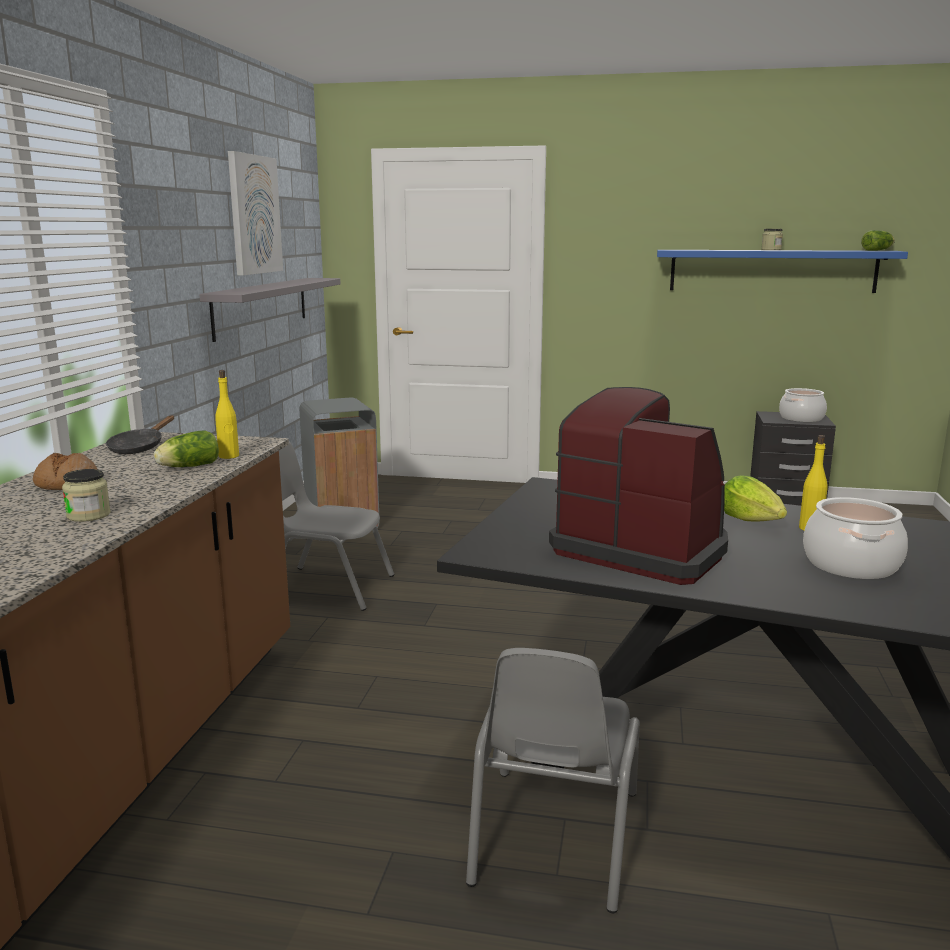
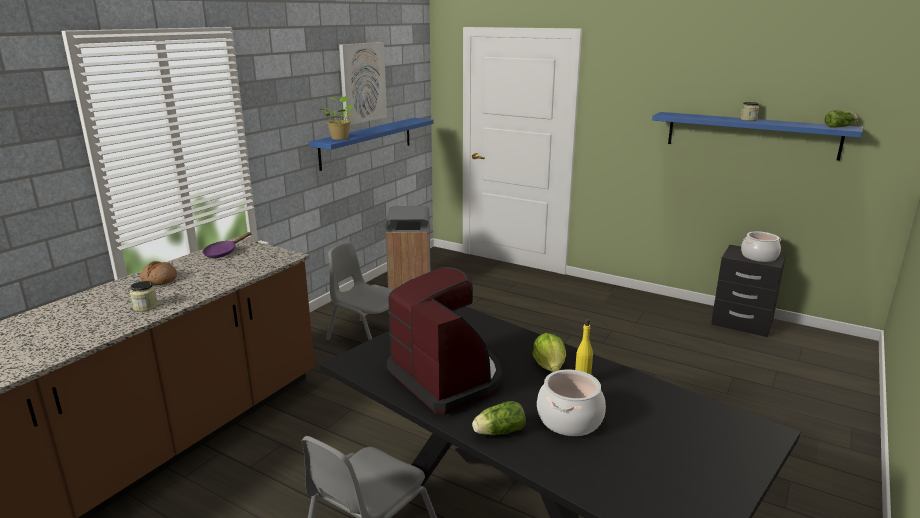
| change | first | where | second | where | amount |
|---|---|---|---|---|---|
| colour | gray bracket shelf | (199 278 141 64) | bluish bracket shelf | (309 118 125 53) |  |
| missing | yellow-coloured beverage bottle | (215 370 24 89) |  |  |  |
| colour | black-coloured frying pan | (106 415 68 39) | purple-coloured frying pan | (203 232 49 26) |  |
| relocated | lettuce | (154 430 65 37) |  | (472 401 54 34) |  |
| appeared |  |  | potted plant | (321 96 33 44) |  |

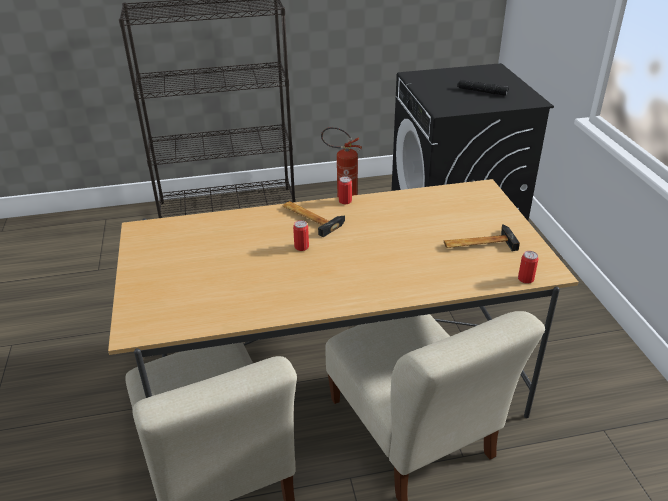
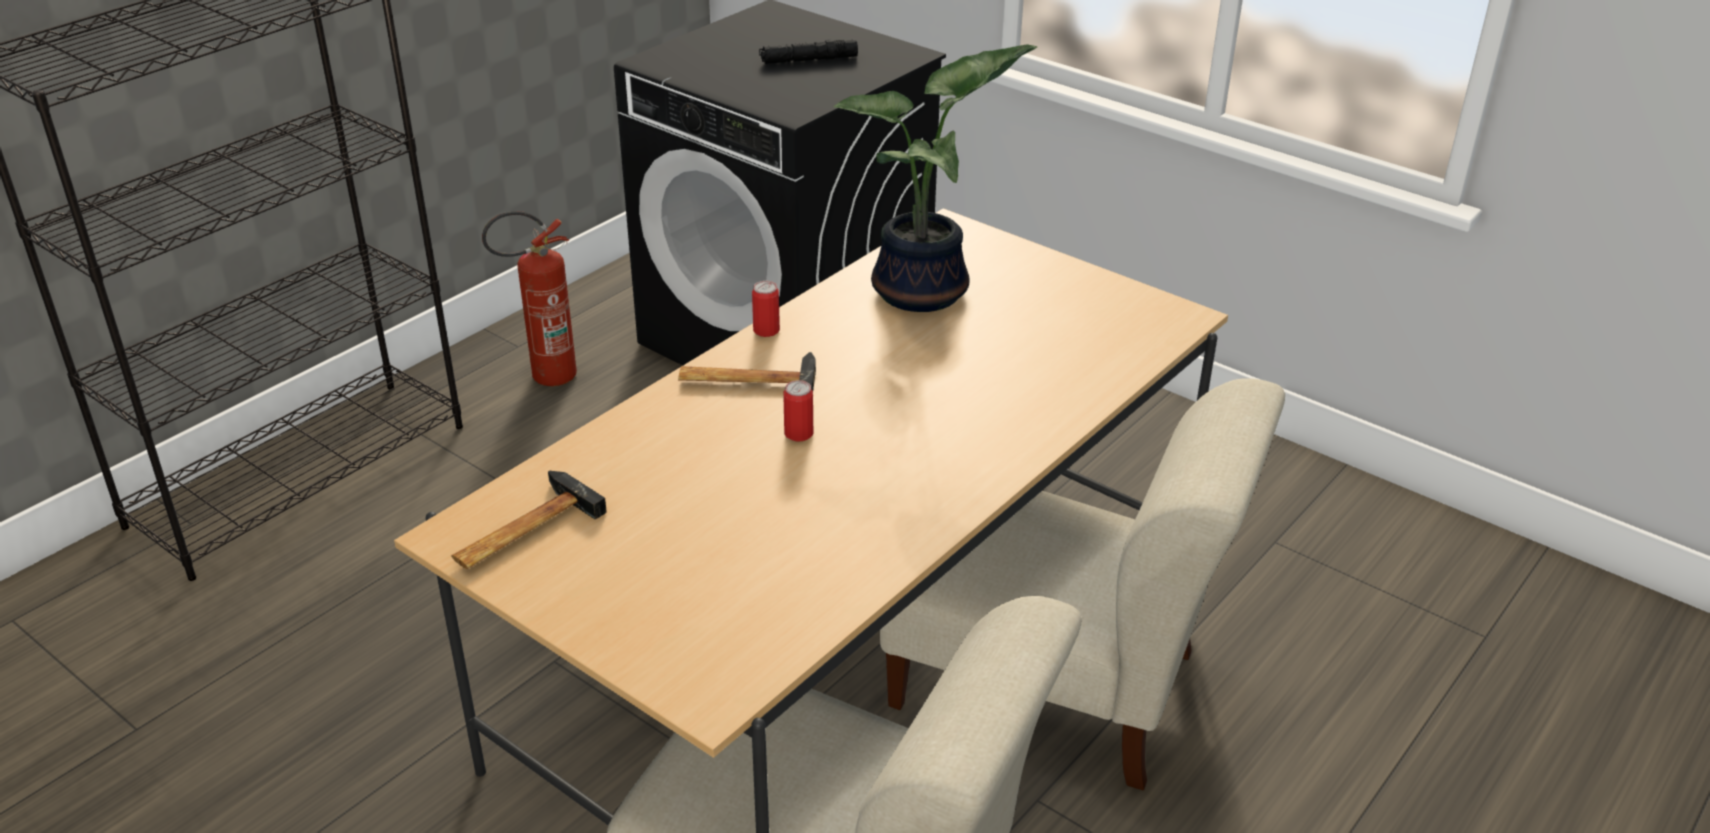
| change | first | where | second | where | amount |
|---|---|---|---|---|---|
| relocated | tool hammer | (444 225 76 26) |  | (451 471 156 98) |  |
| missing | metal can | (518 251 20 33) |  |  |  |
| appeared |  |  | potted plant | (834 44 203 268) |  |

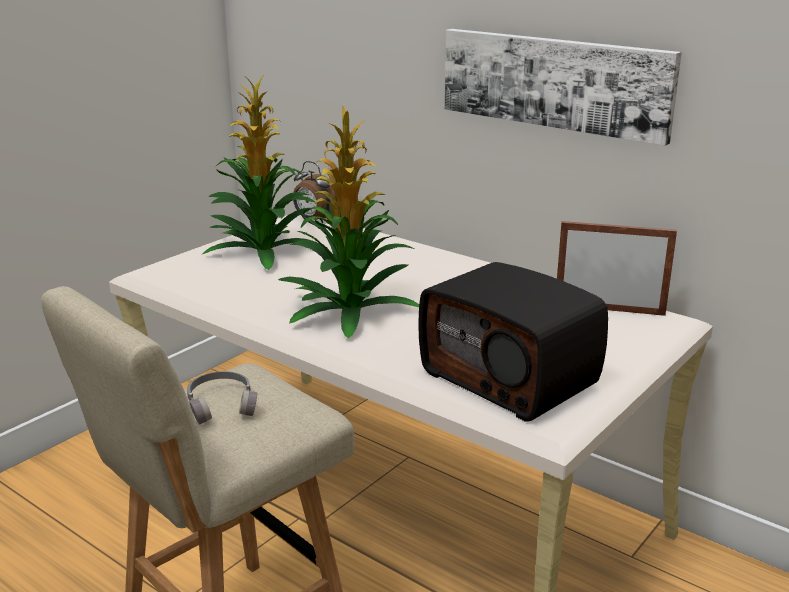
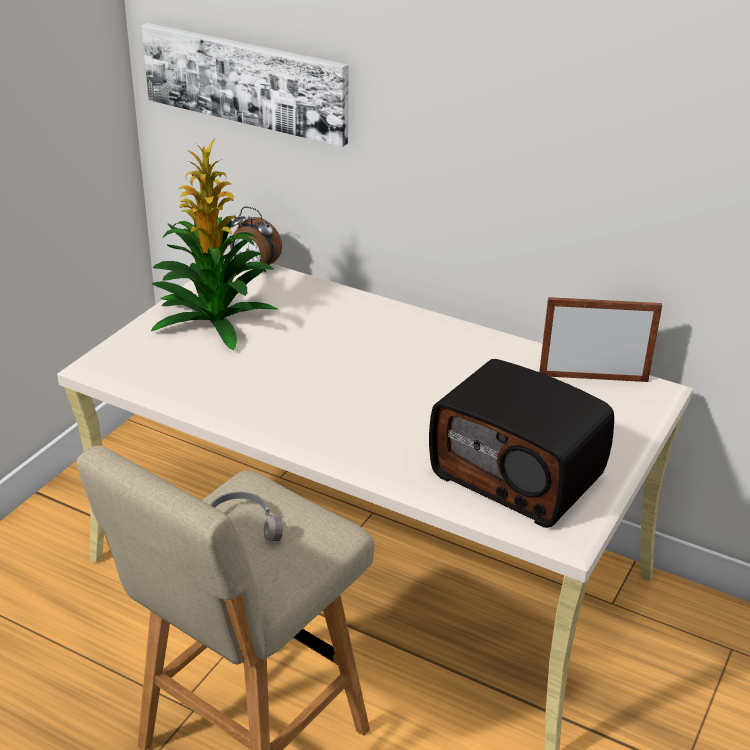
| change | first | where | second | where | amount |
|---|---|---|---|---|---|
| relocated | wall art | (444 29 238 117) |  | (141 23 208 124) |  |
| missing | potted plant | (278 106 141 233) |  |  |  |

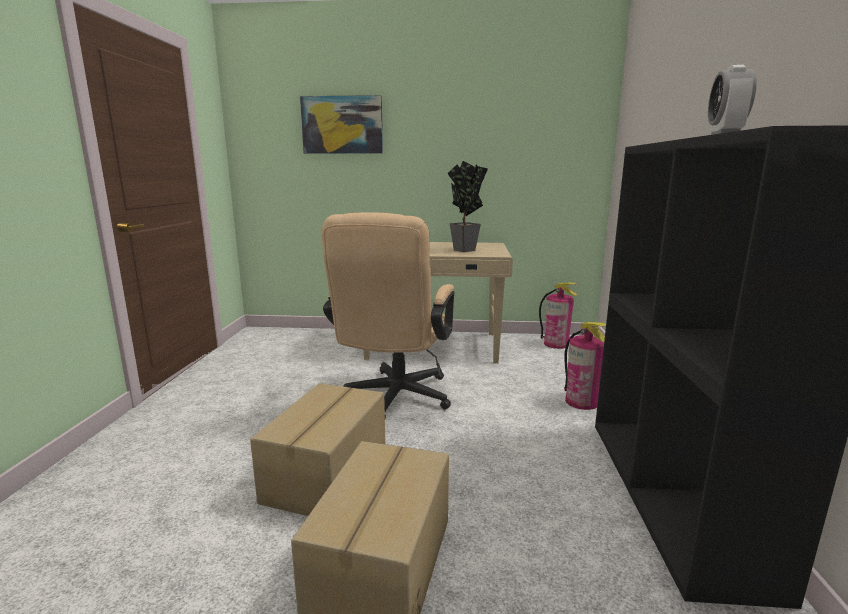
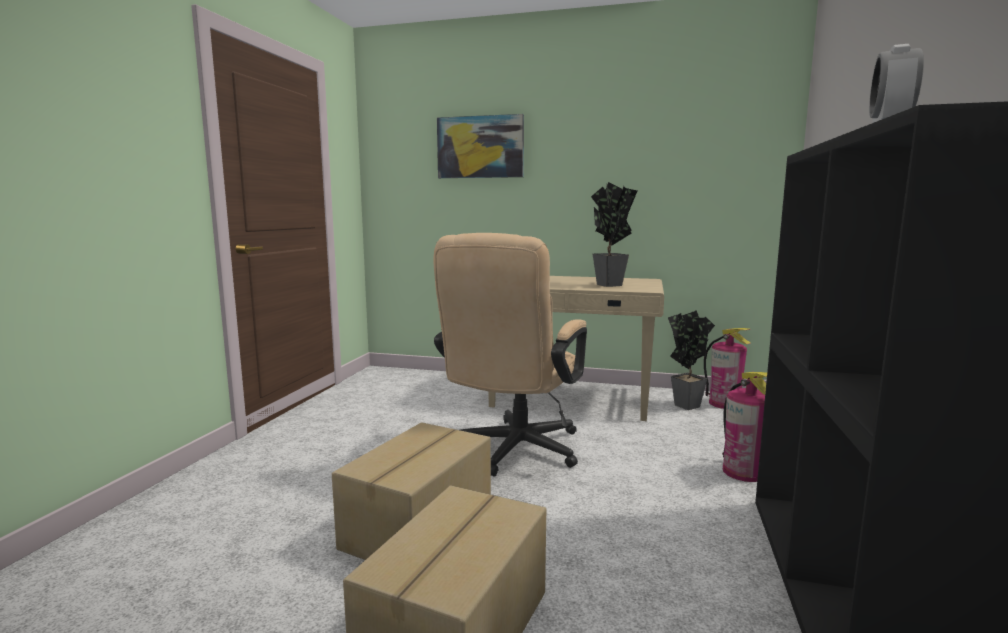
| change | first | where | second | where | amount |
|---|---|---|---|---|---|
| appeared |  |  | potted plant | (668 310 47 100) |  |

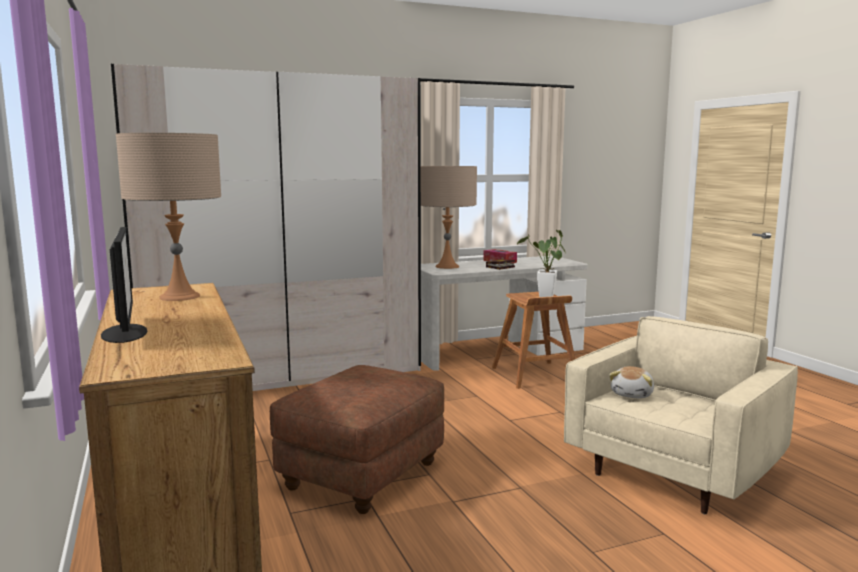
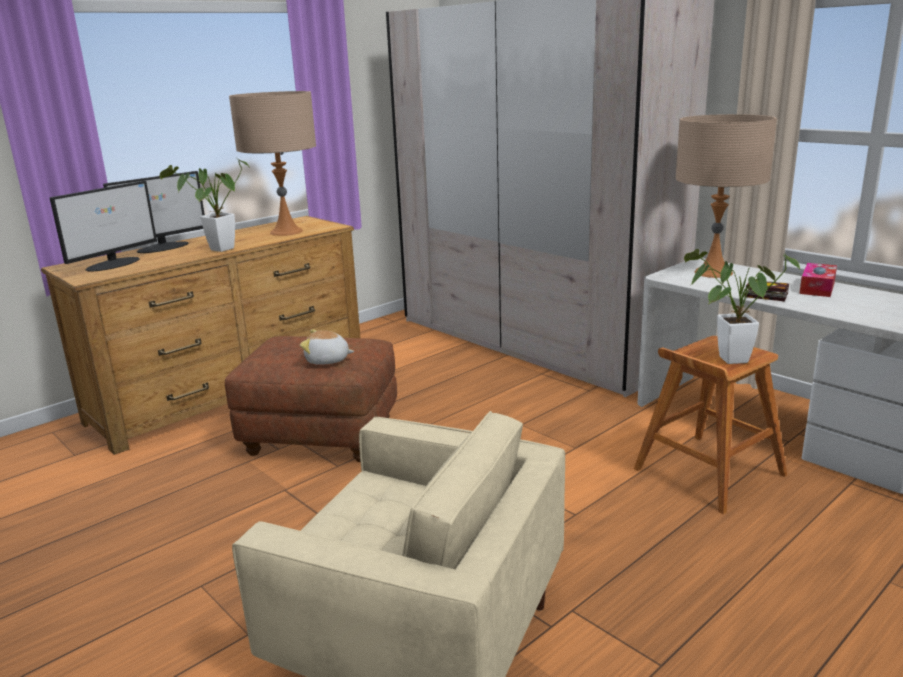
| change | first | where | second | where | amount |
|---|---|---|---|---|---|
| relocated | soft toy | (609 366 45 33) |  | (300 329 54 36) |  |
| appeared |  |  | potted plant | (160 158 90 94) |  |
| appeared |  |  | computer display | (50 181 107 91) |  |

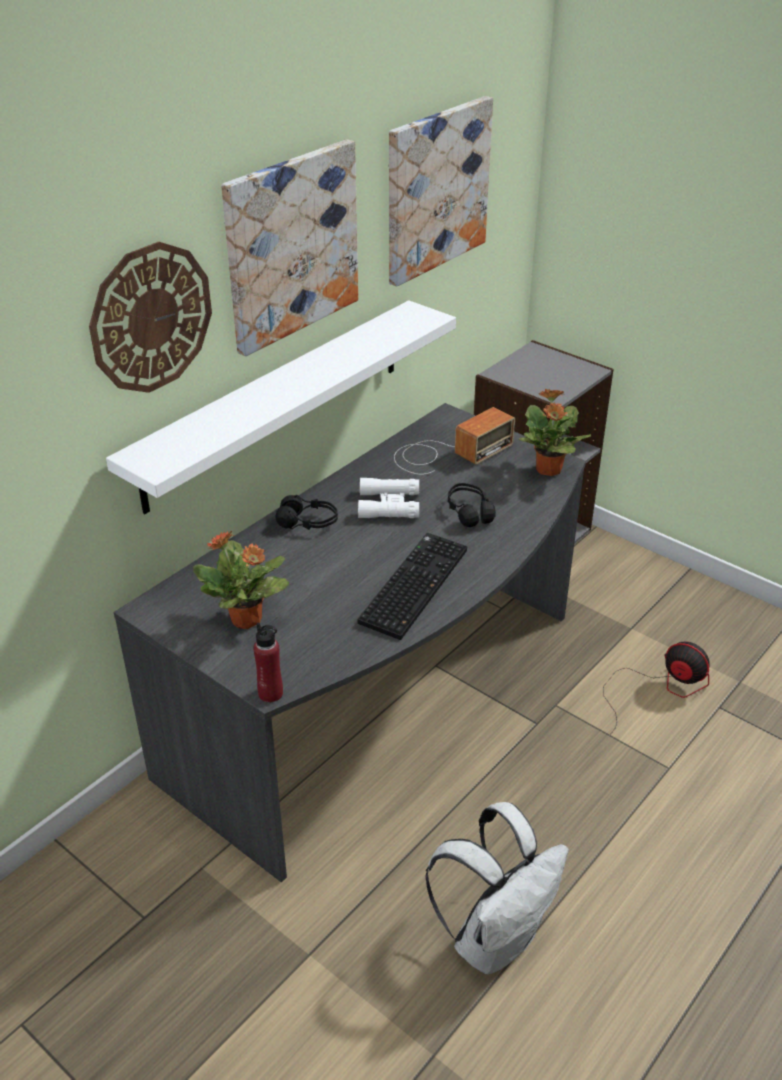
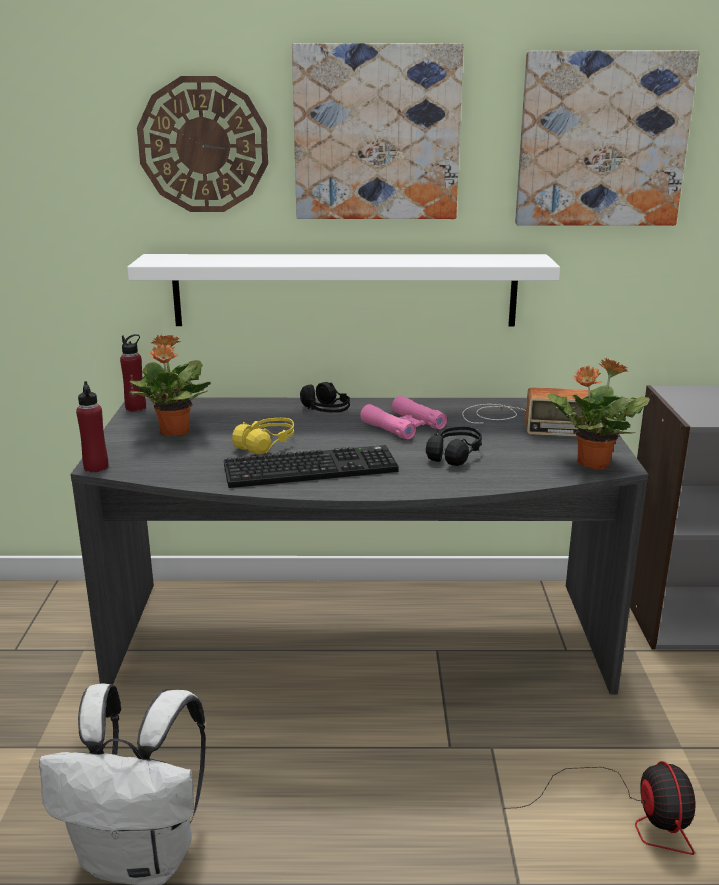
| change | first | where | second | where | amount |
|---|---|---|---|---|---|
| colour | whitish binoculars | (358 478 61 40) | pink-coloured binoculars | (360 396 87 43) |  |
| appeared |  |  | reddish beverage bottle | (120 334 26 77) |  |
| appeared |  |  | yellow-coloured headset | (232 418 62 37) |  |

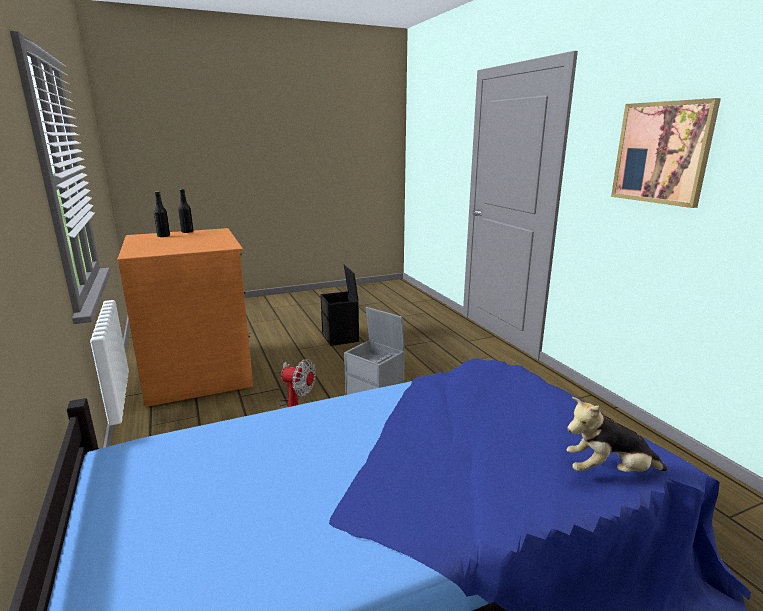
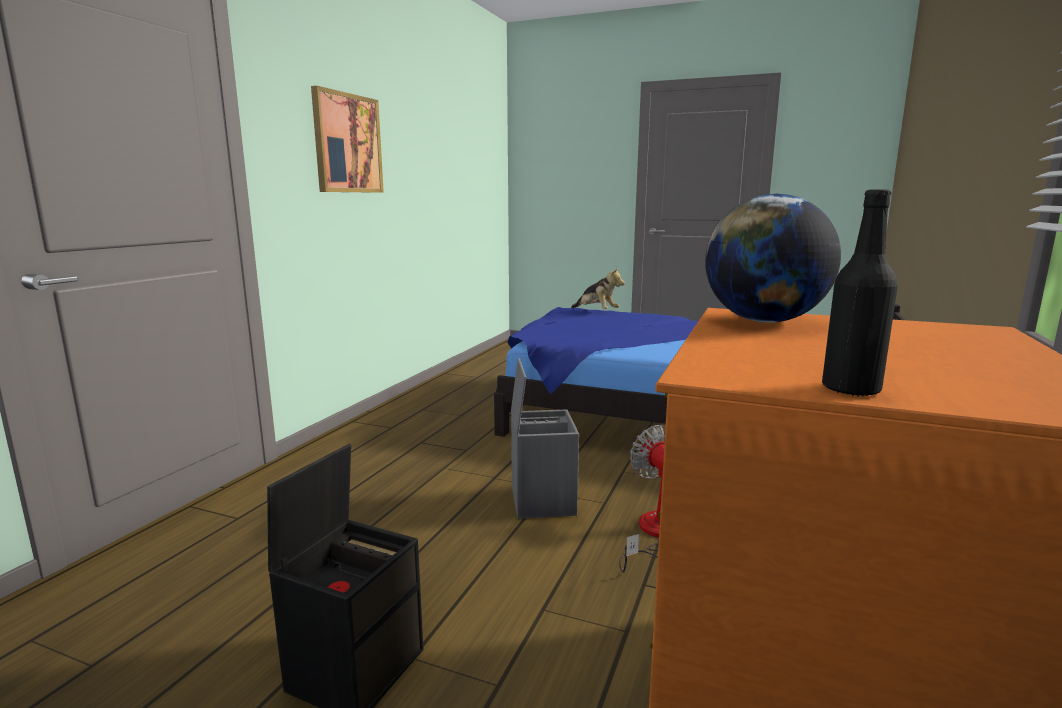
| change | first | where | second | where | amount |
|---|---|---|---|---|---|
| missing | black-coloured beverage bottle | (154 192 16 45) |  |  |  |
| appeared |  |  | globe | (705 194 136 129) |  |

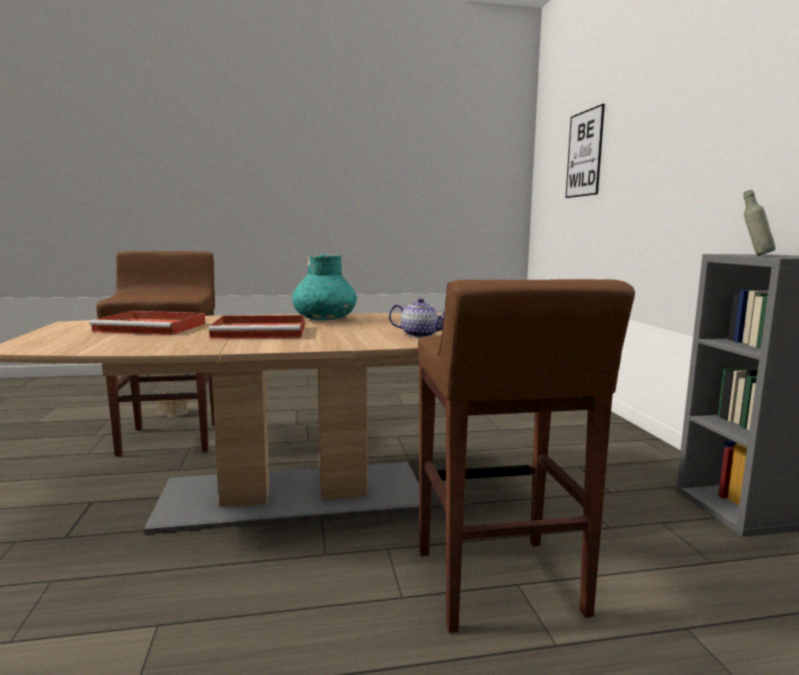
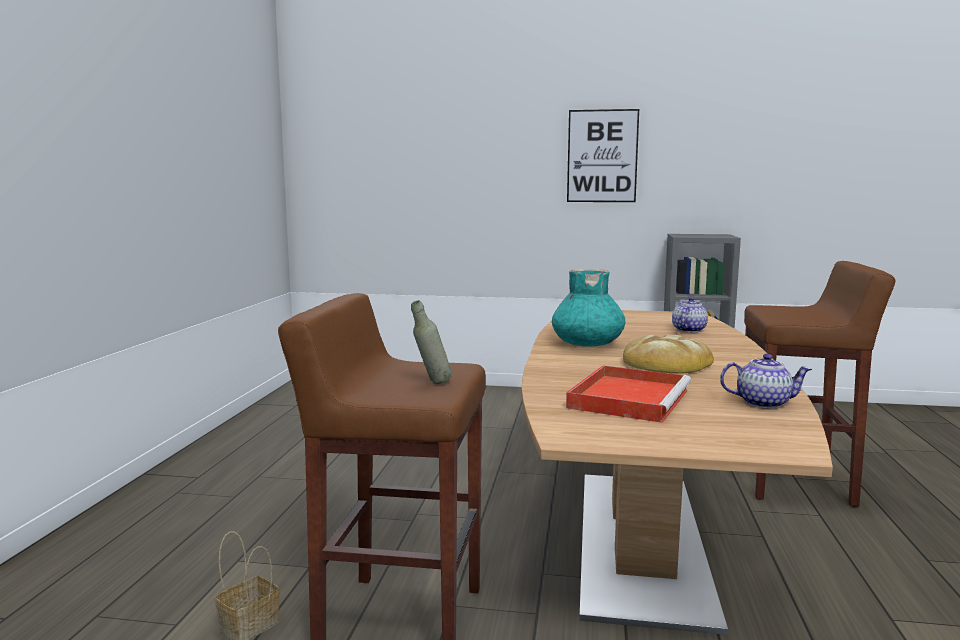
| change | first | where | second | where | amount |
|---|---|---|---|---|---|
| relocated | wall art | (566 104 39 94) |  | (567 109 72 93) |  |
| relocated | gray beverage bottle | (743 190 33 66) |  | (411 300 41 84) |  |
| exchanged | reddish tray | (209 315 96 24) | bread | (623 335 91 39) |  |
| appeared |  |  | pot for tea | (720 354 92 55) |  |

